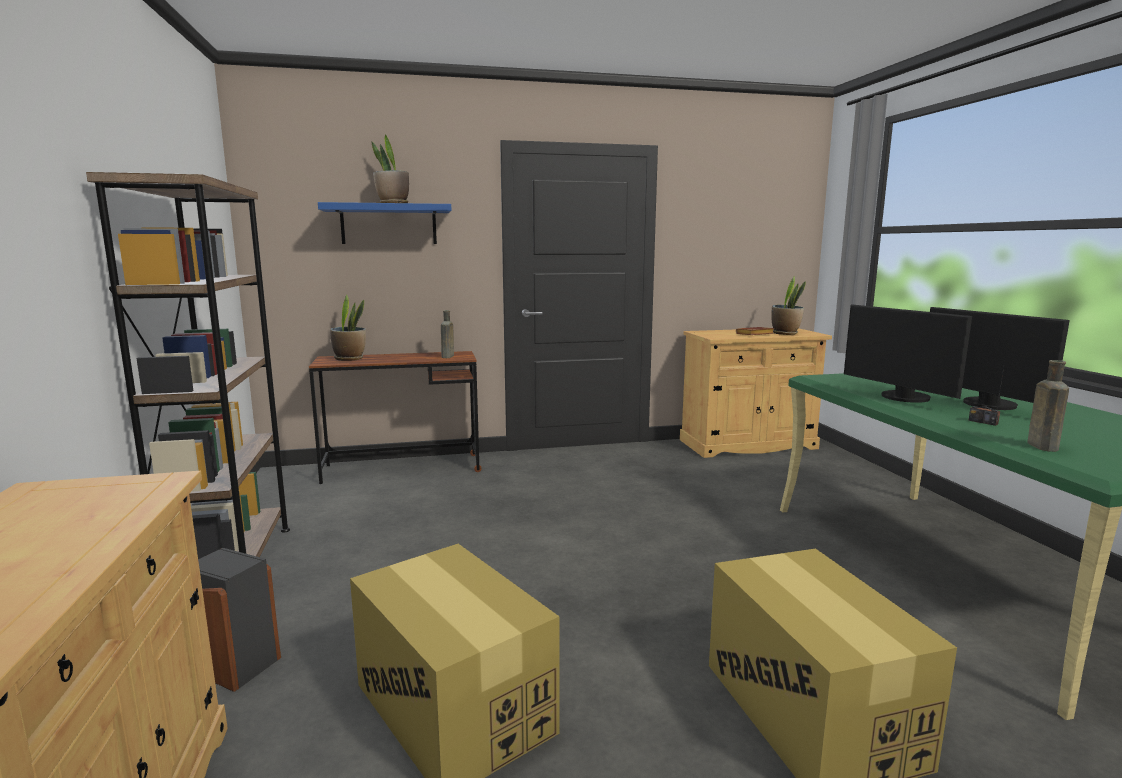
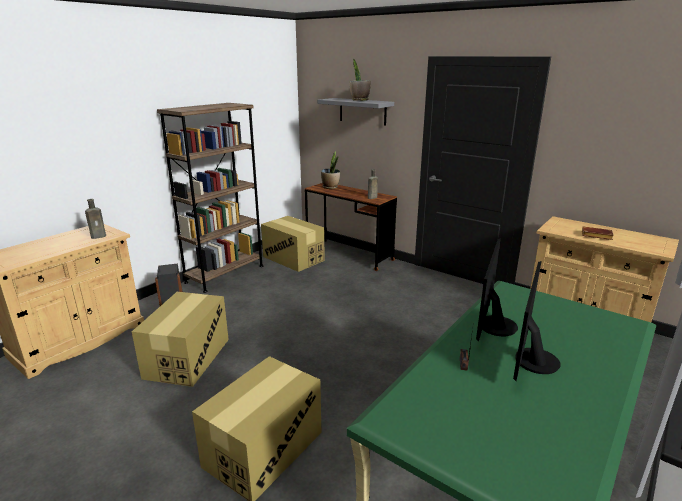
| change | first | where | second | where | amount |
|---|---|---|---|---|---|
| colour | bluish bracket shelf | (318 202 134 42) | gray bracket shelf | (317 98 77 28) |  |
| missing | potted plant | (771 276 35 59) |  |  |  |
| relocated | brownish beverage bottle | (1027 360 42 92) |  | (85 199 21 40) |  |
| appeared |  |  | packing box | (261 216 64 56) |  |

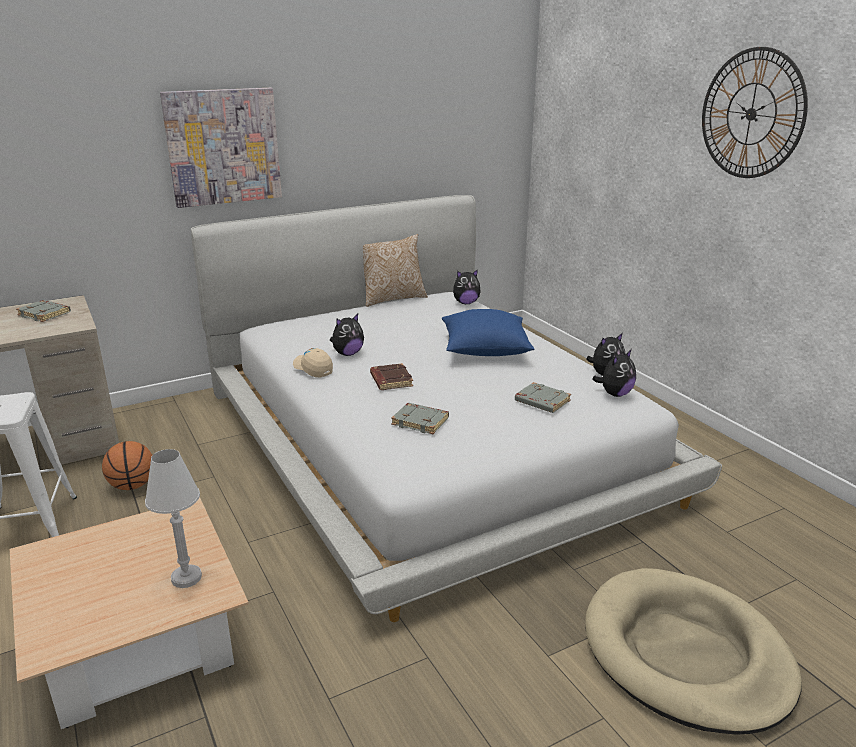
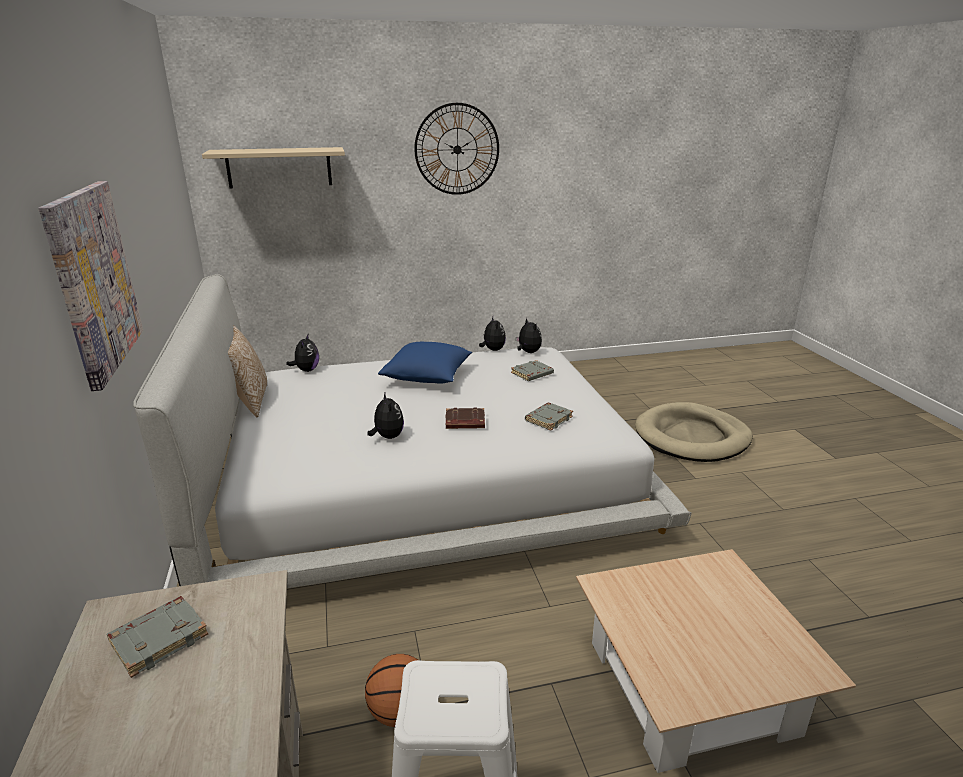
| change | first | where | second | where | amount |
|---|---|---|---|---|---|
| missing | sand-coloured peaked cap | (293 348 40 29) |  |  |  |
| missing | whitish table lamp | (145 449 57 139) |  |  |  |
| appeared |  |  | sand-coloured bracket shelf | (202 147 143 41) |  |

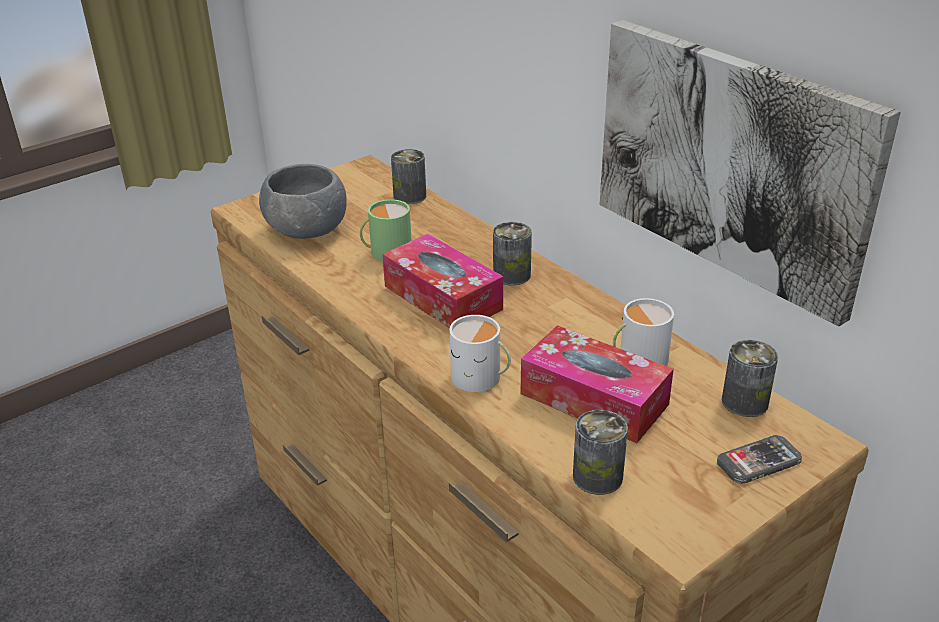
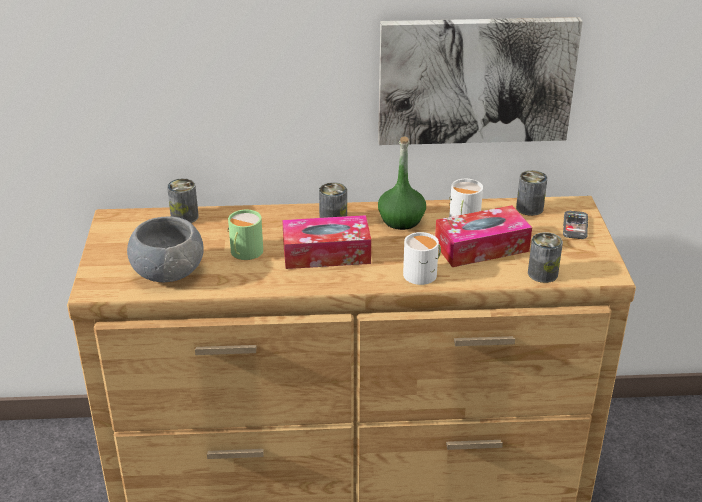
| change | first | where | second | where | amount |
|---|---|---|---|---|---|
| appeared |  |  | greenish beverage bottle | (378 136 48 94) |  |

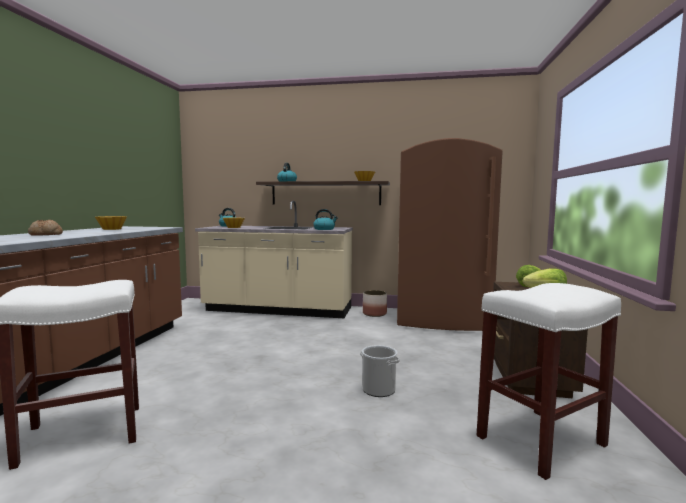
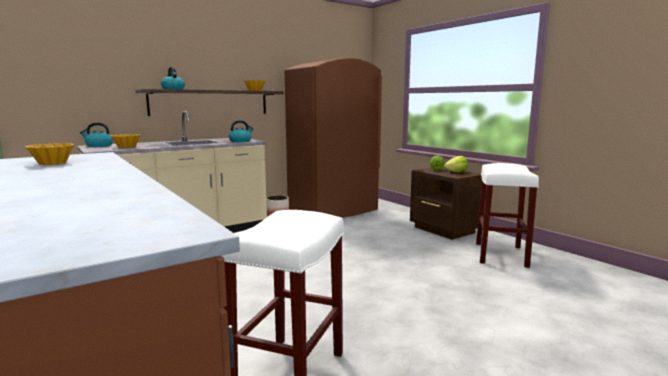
| change | first | where | second | where | amount |
|---|---|---|---|---|---|
| missing | bread | (28 220 35 16) |  |  |  |
| missing | bucket | (360 345 40 52) |  |  |  |

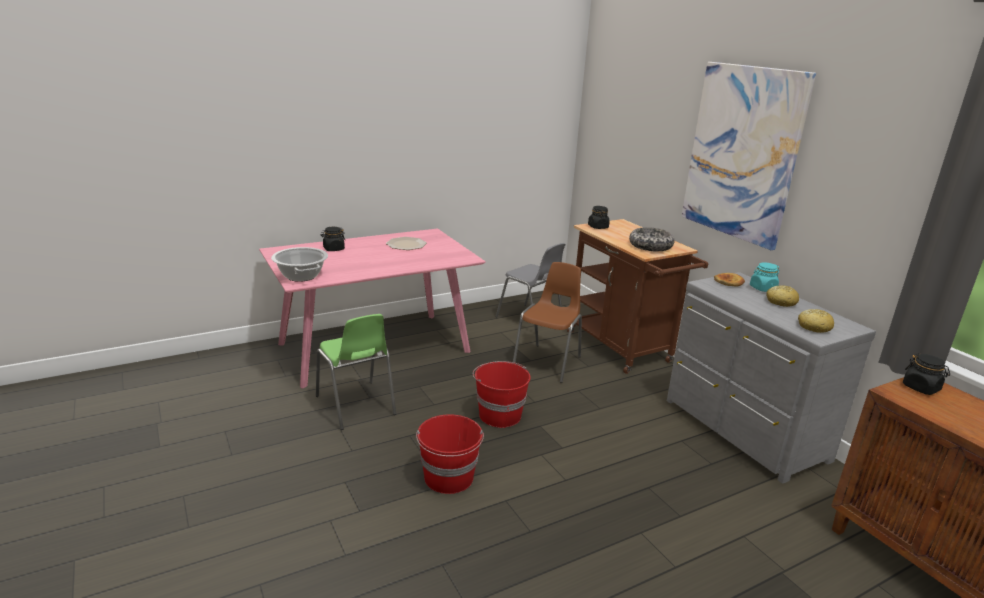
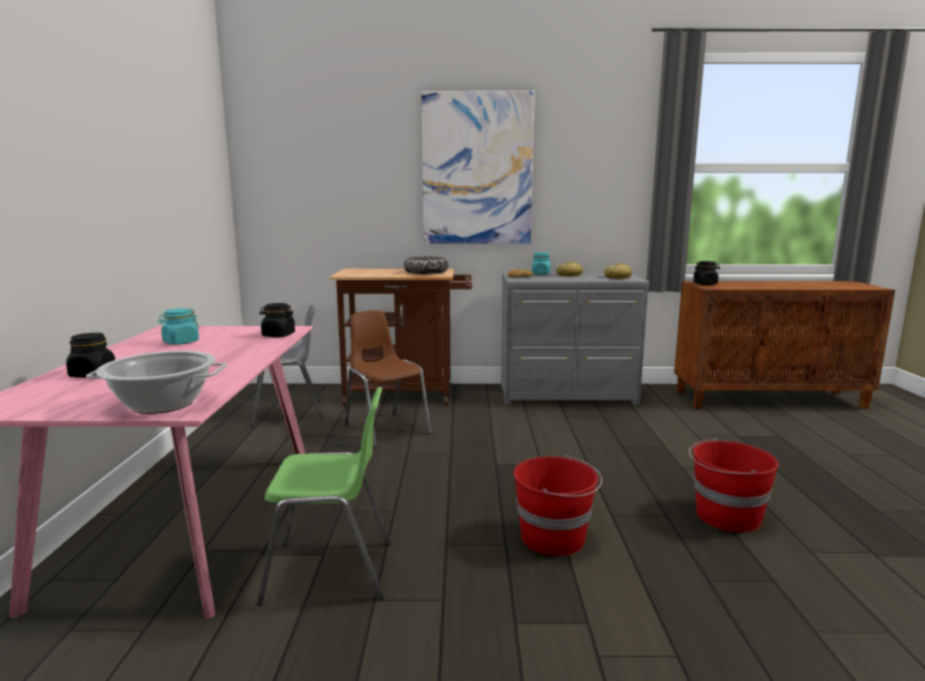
| change | first | where | second | where | amount |
|---|---|---|---|---|---|
| relocated | black-coloured storage jar | (588 206 22 23) |  | (259 303 36 34) |  |
| exchanged | plate | (386 237 41 13) | blue-green storage jar | (158 308 41 37) |  |
| relocated | reddish bucket | (473 361 58 67) |  | (689 438 90 94) |  |

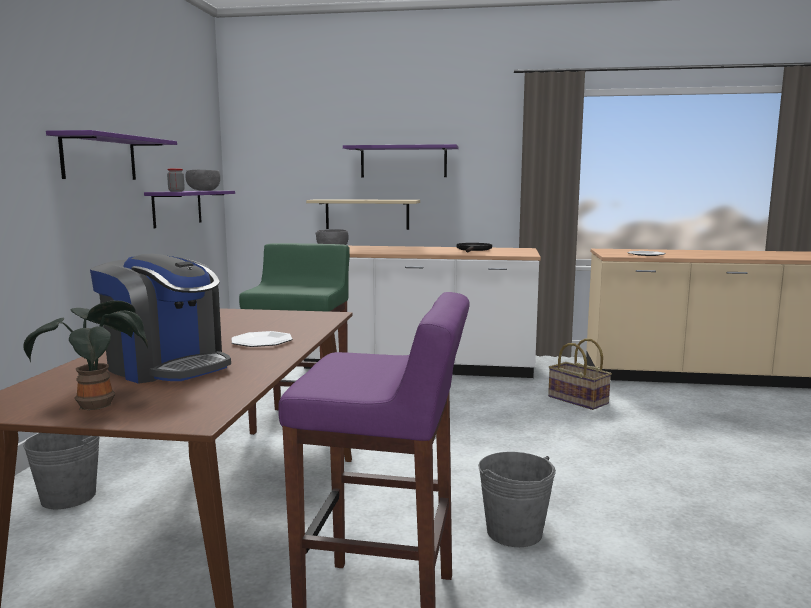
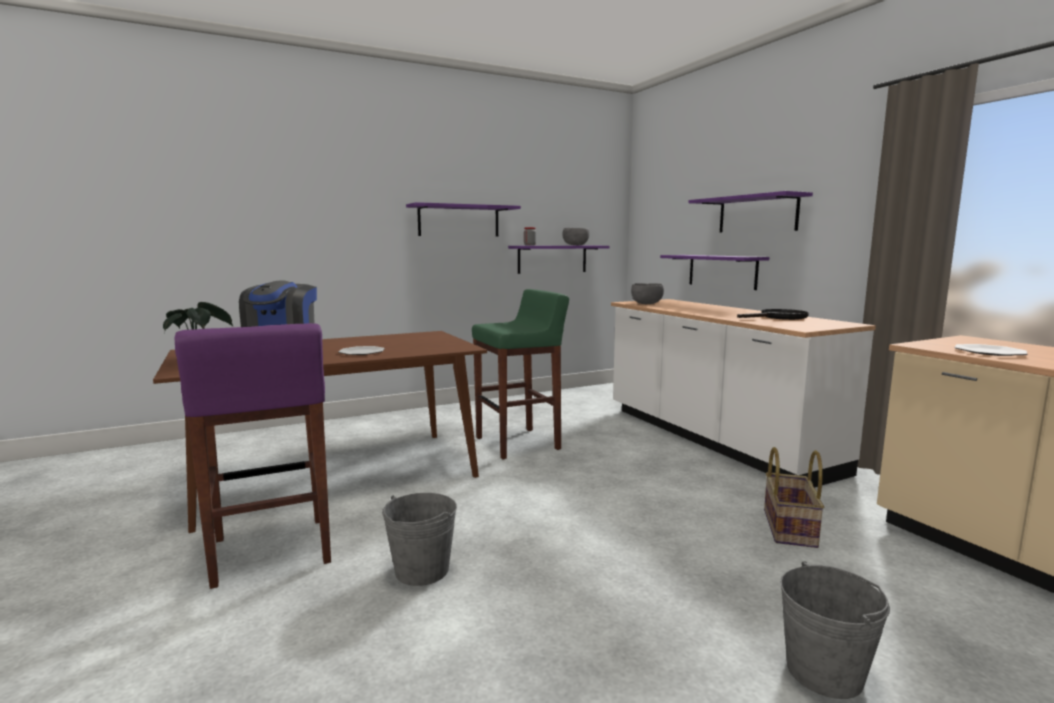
| change | first | where | second | where | amount |
|---|---|---|---|---|---|
| colour | sand-coloured bracket shelf | (306 199 114 31) | purple-coloured bracket shelf | (660 255 109 35) |  |
| relocated | gray bucket | (23 433 77 76) |  | (780 561 110 138) |  |

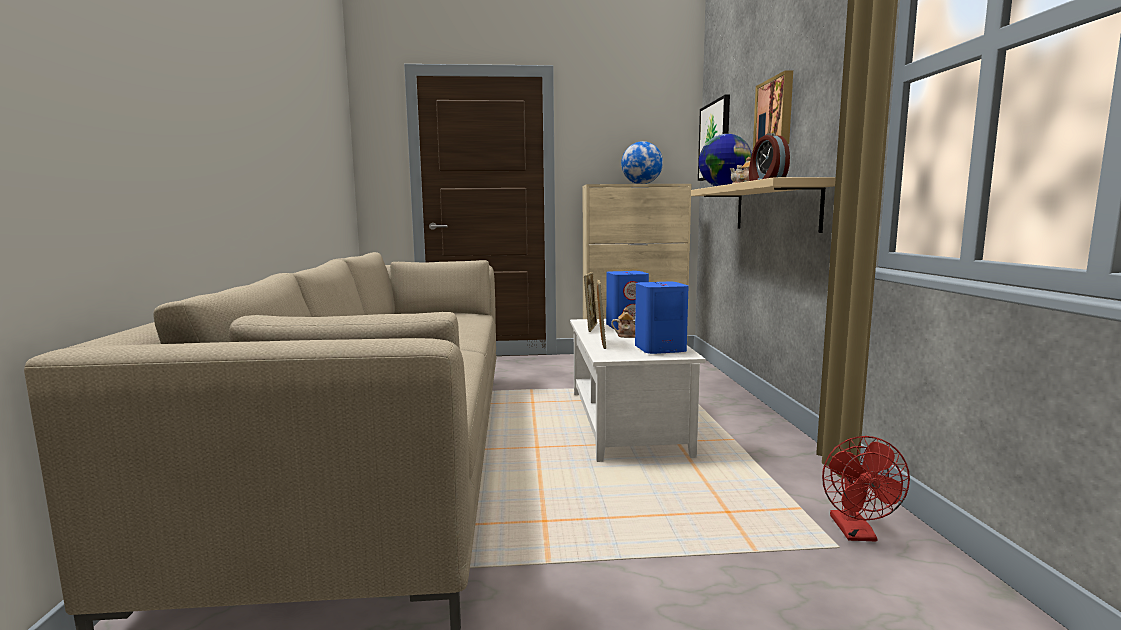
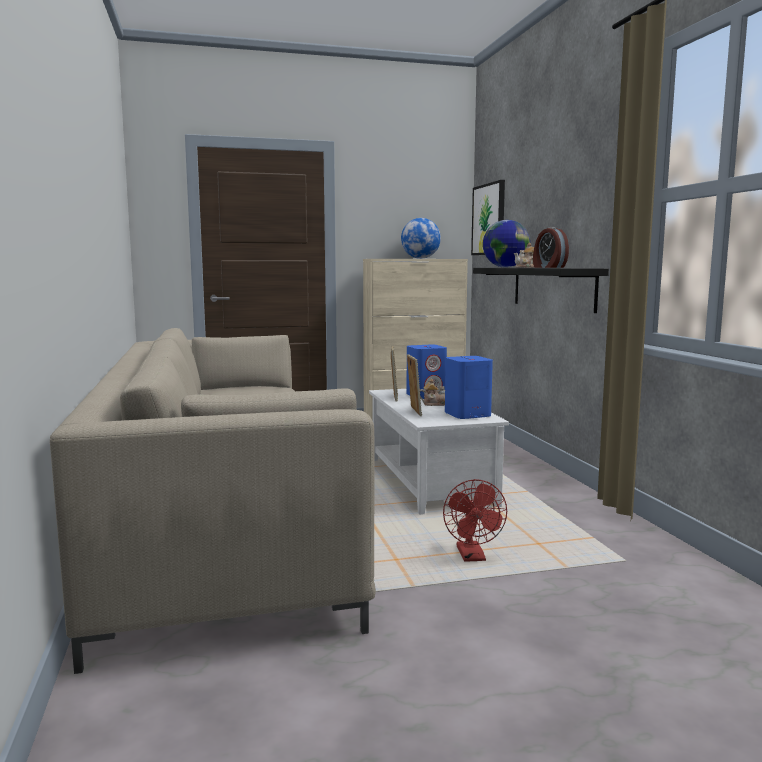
| change | first | where | second | where | amount |
|---|---|---|---|---|---|
| missing | wall art | (753 71 40 78) |  |  |  |
| colour | sand-coloured bracket shelf | (691 177 145 56) | black-coloured bracket shelf | (473 268 136 45) |  |
| relocated | reddish electric fan | (822 436 88 105) |  | (443 479 64 83) |  |

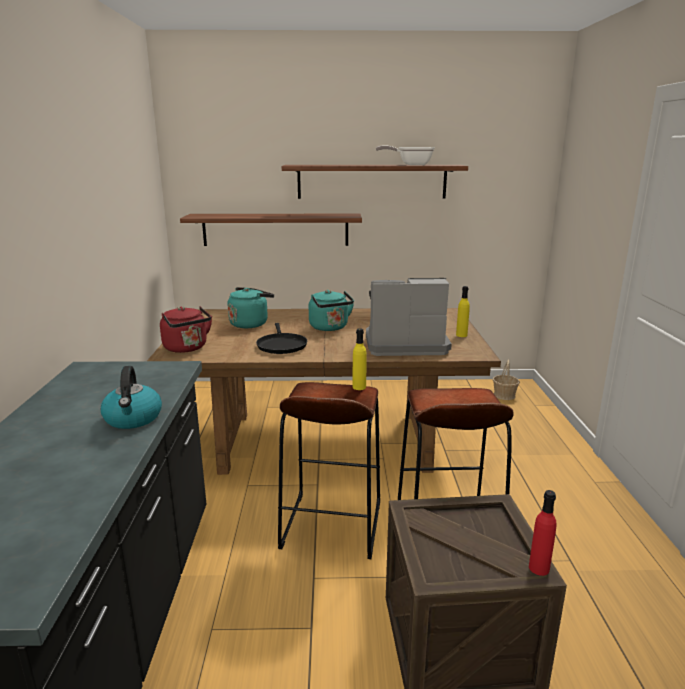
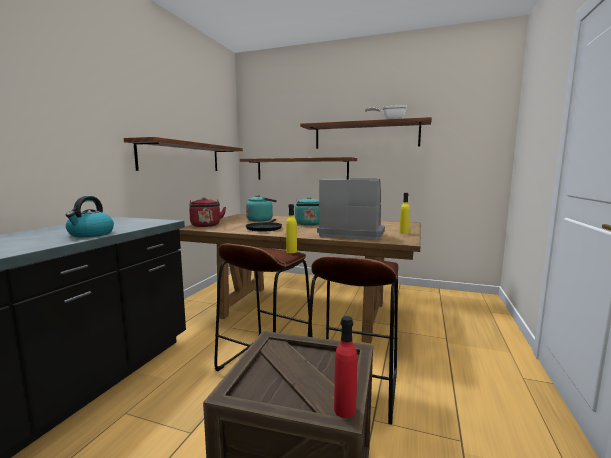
| change | first | where | second | where | amount |
|---|---|---|---|---|---|
| missing | basket | (493 359 27 41) |  |  |  |
| appeared |  |  | bracket shelf | (124 137 119 34) |  |

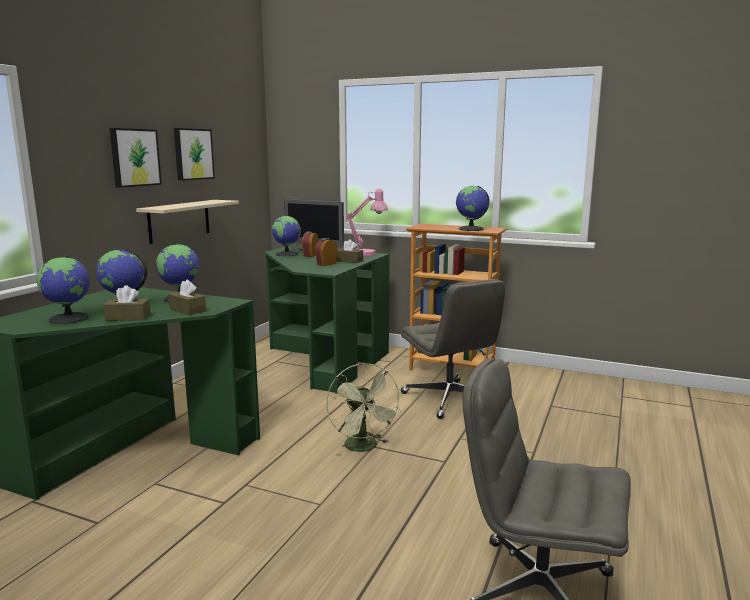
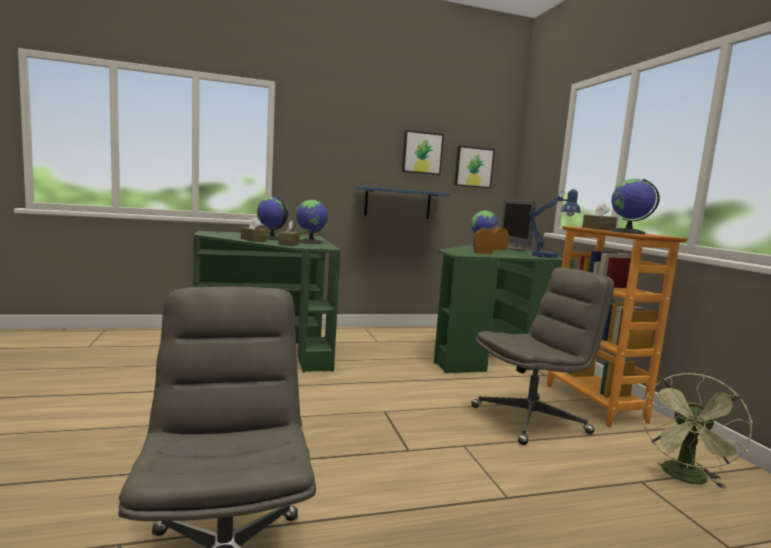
| change | first | where | second | where | amount |
|---|---|---|---|---|---|
| relocated | wall art | (110 128 52 60) |  | (454 146 41 42) |  |
| colour | pink-coloured table lamp | (346 189 42 68) | bluish table lamp | (529 189 52 69) |  |
| colour | sand-coloured bracket shelf | (136 200 103 44) | bluish bracket shelf | (356 187 94 32) |  |
| relocated | brownish box of tissues | (336 239 27 24) |  | (582 203 35 28) |  |
| missing | globe | (37 256 53 68) |  |  |  |
| spun | gray computer chair | (401 279 104 140) |  | (471 267 143 178) | 135 degrees counterclockwise |
| relocated | greenish electric fan | (326 363 76 92) |  | (642 373 111 116) |  |

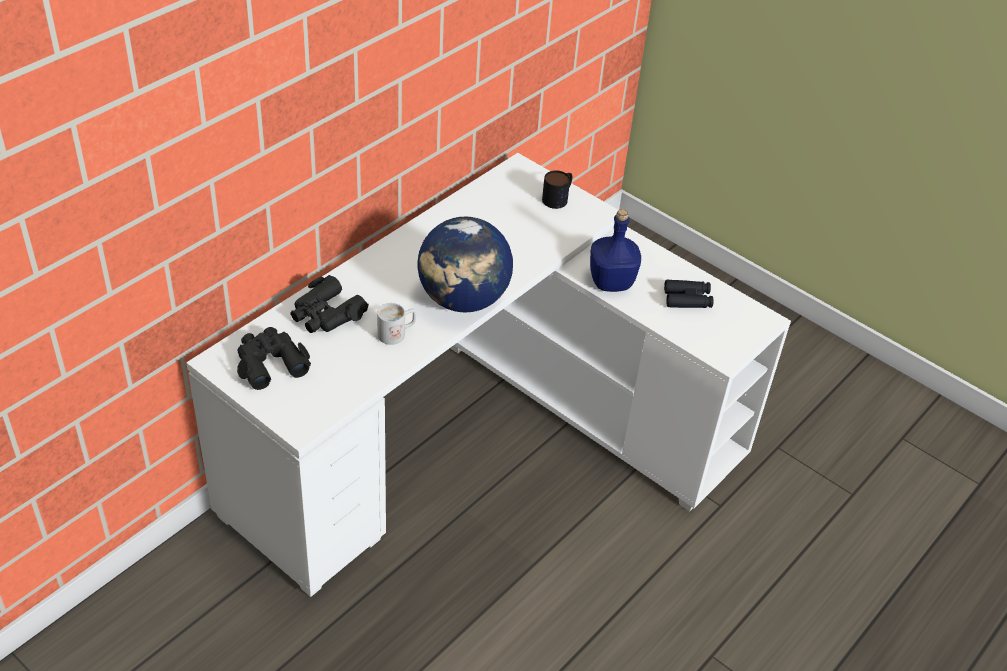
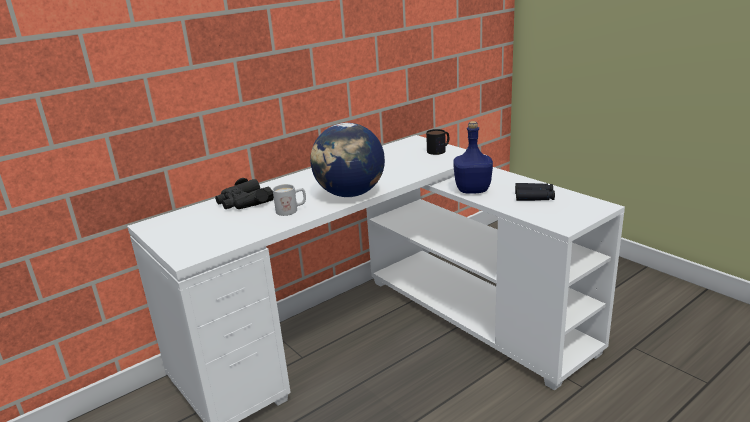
| change | first | where | second | where | amount |
|---|---|---|---|---|---|
| missing | black-coloured binoculars | (237 327 74 63) |  |  |  |

